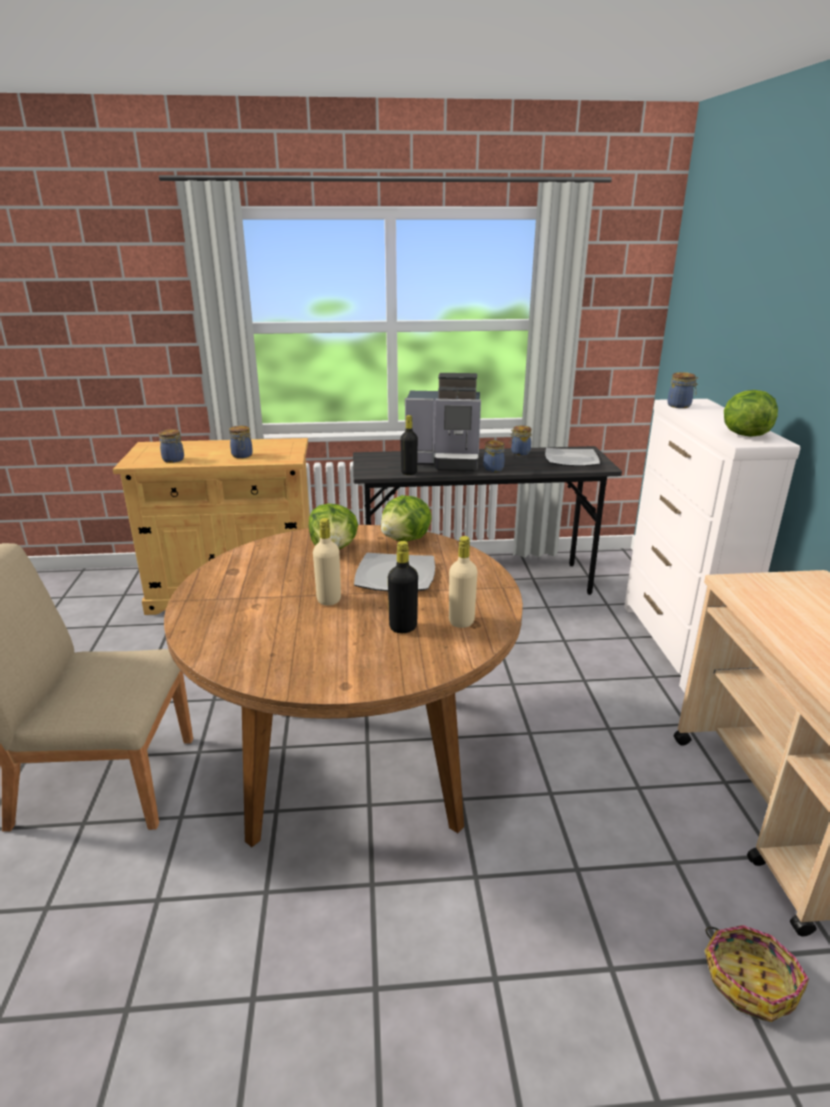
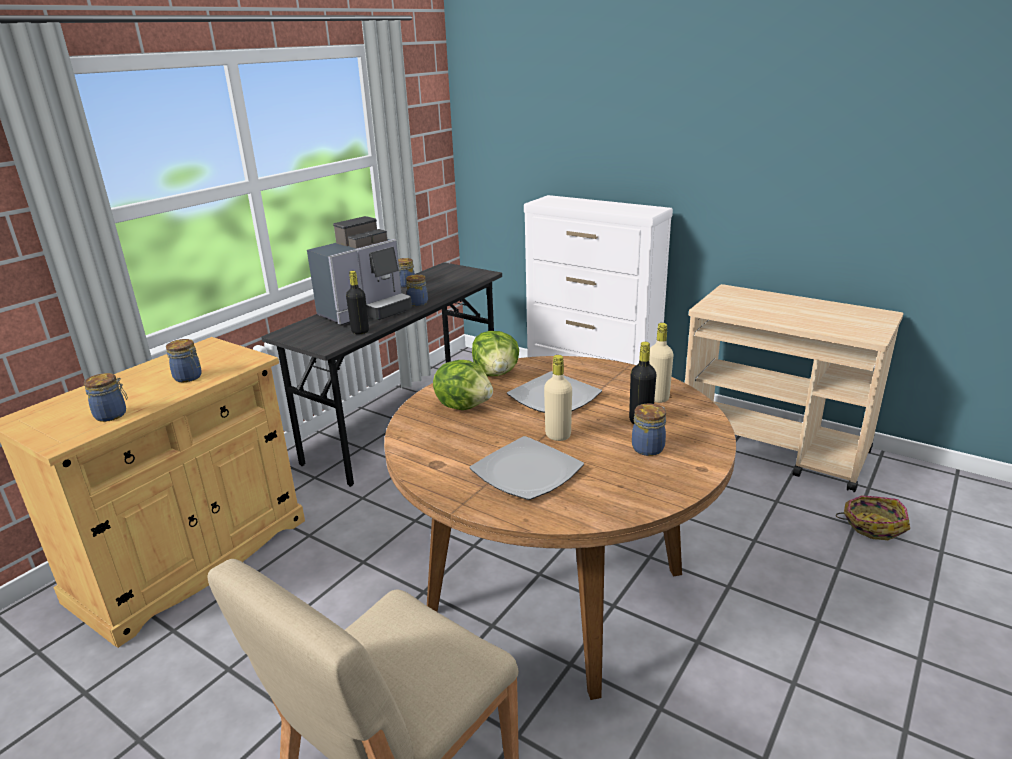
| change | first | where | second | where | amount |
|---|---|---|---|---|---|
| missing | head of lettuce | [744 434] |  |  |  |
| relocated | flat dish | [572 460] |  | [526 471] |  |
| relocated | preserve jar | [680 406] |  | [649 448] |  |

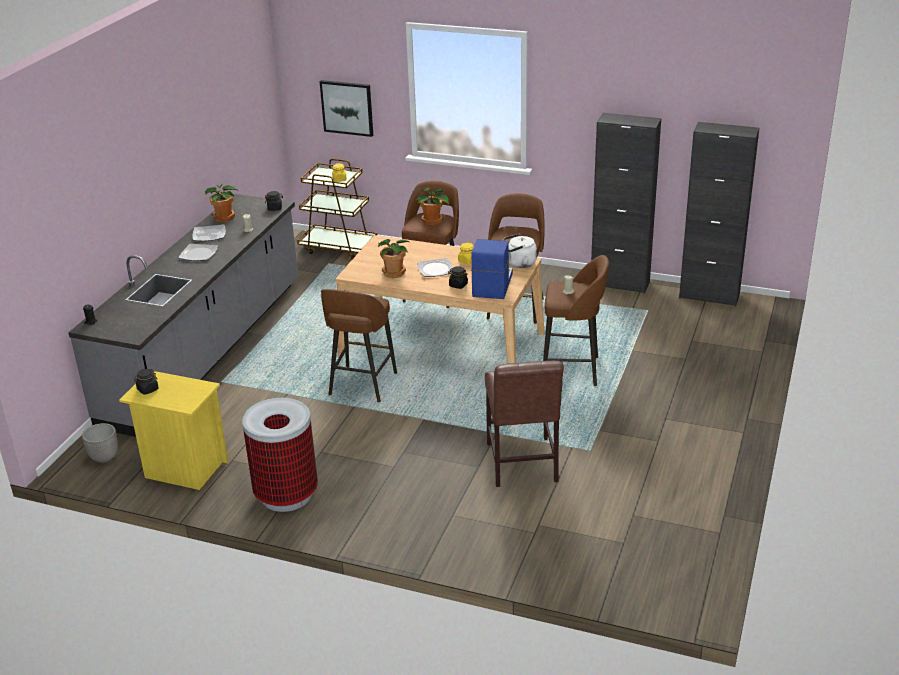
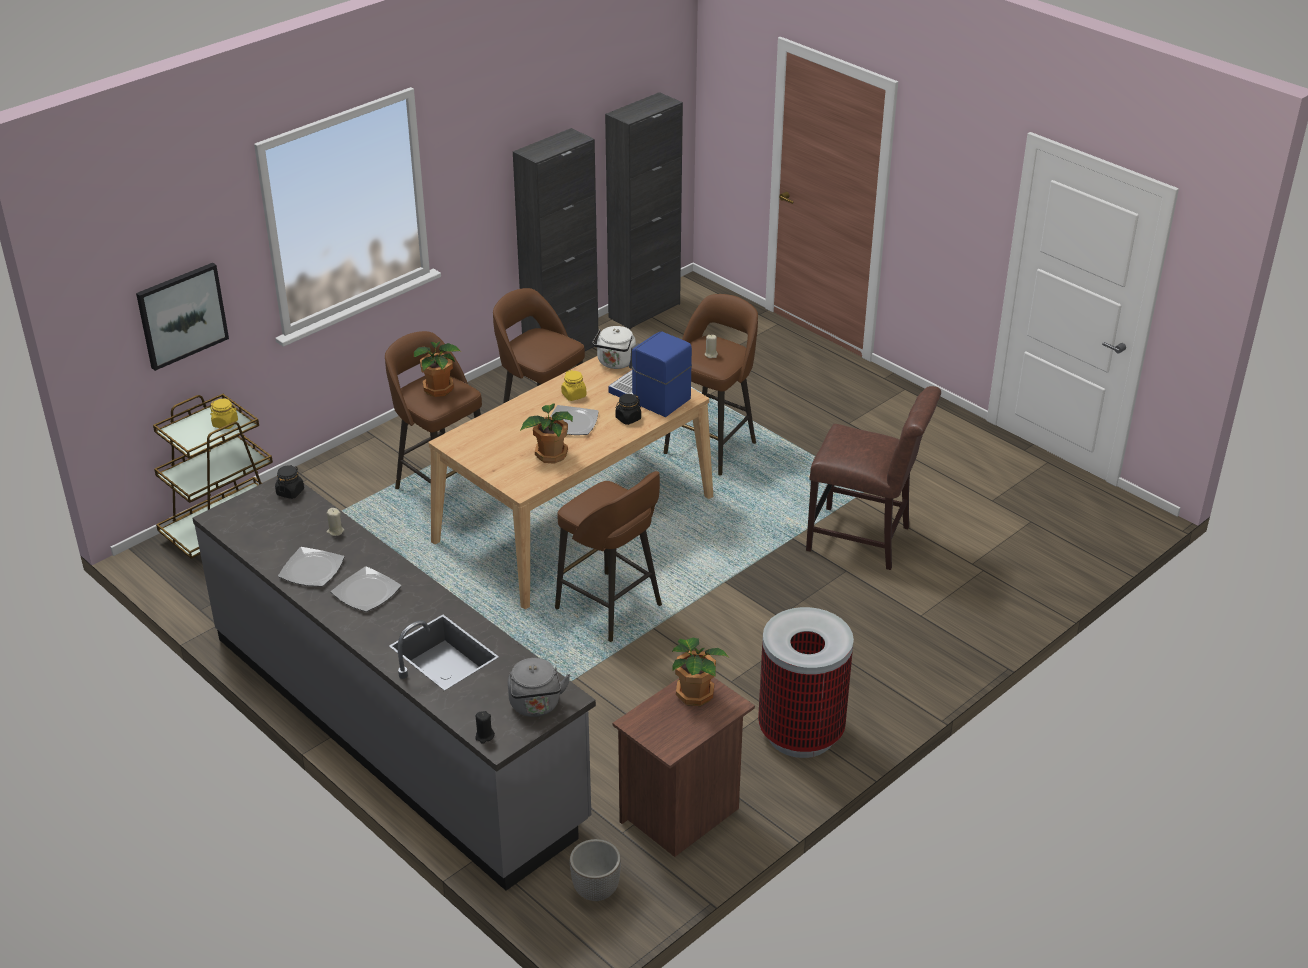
| change | first | where | second | where | amount |
|---|---|---|---|---|---|
| missing | black preserve jar | [147 389] |  |  |  |
| appeared |  |  | gray tea kettle | [536 706] |  |
| relocated | plant in a pot | [225 218] |  | [695 693] |  |
| colour | yellow-coloured bedside table | [183 469] | brownish bedside table | [682 814] |  |

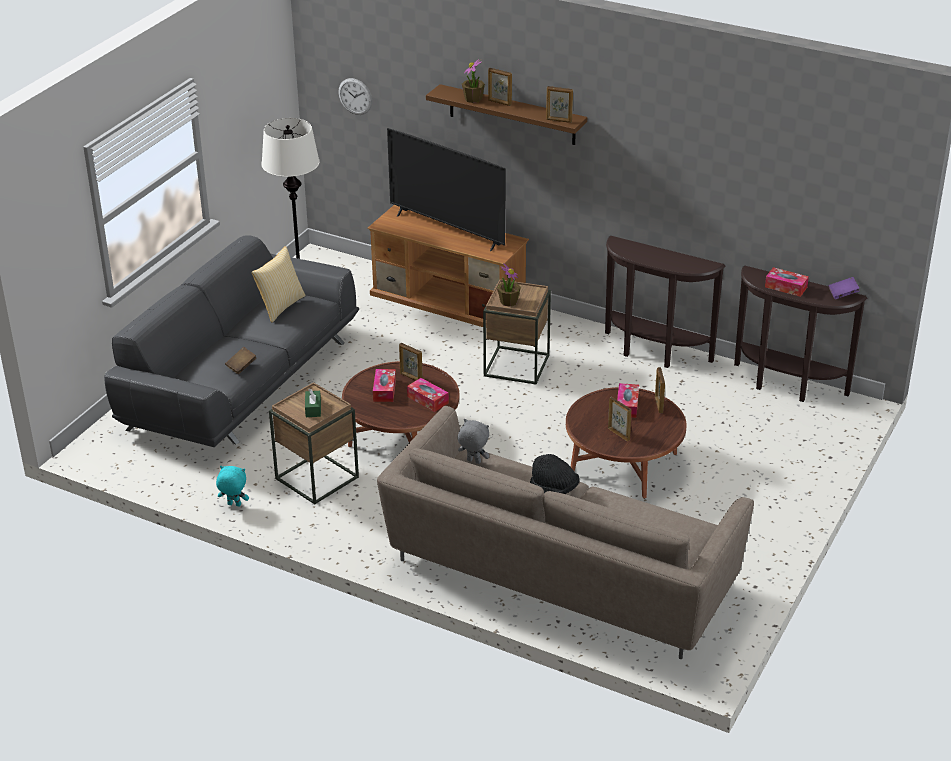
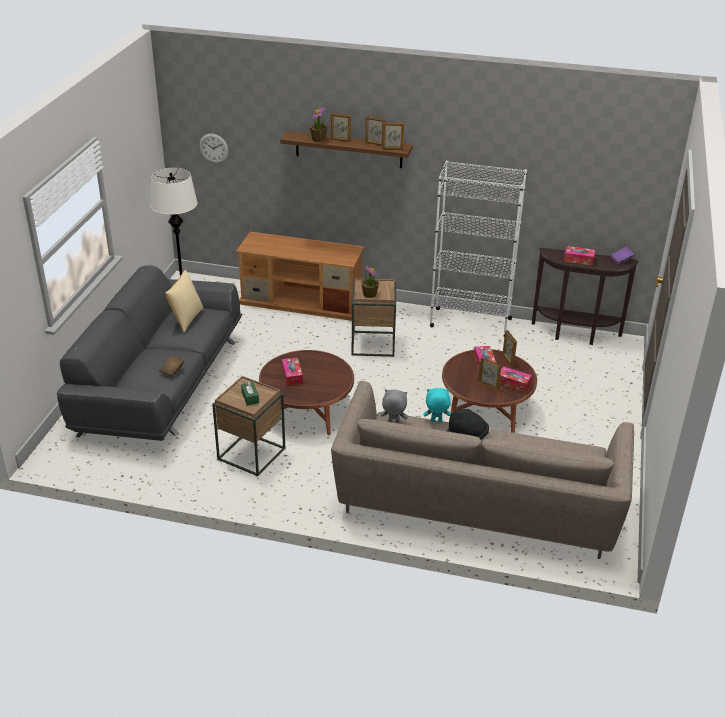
| change | first | where | second | where | amount |
|---|---|---|---|---|---|
| missing | television | [447 230] |  |  |  |
| relocated | blue-green soft toy | [233 505] |  | [436 421] |  |
| relocated | standing frame | [411 377] |  | [374 143] |  |
| relocated | tissue holder | [427 400] |  | [513 383] |  |
| exchanged | brownish narrow table | [653 353] | white bookcase | [470 322] |  |

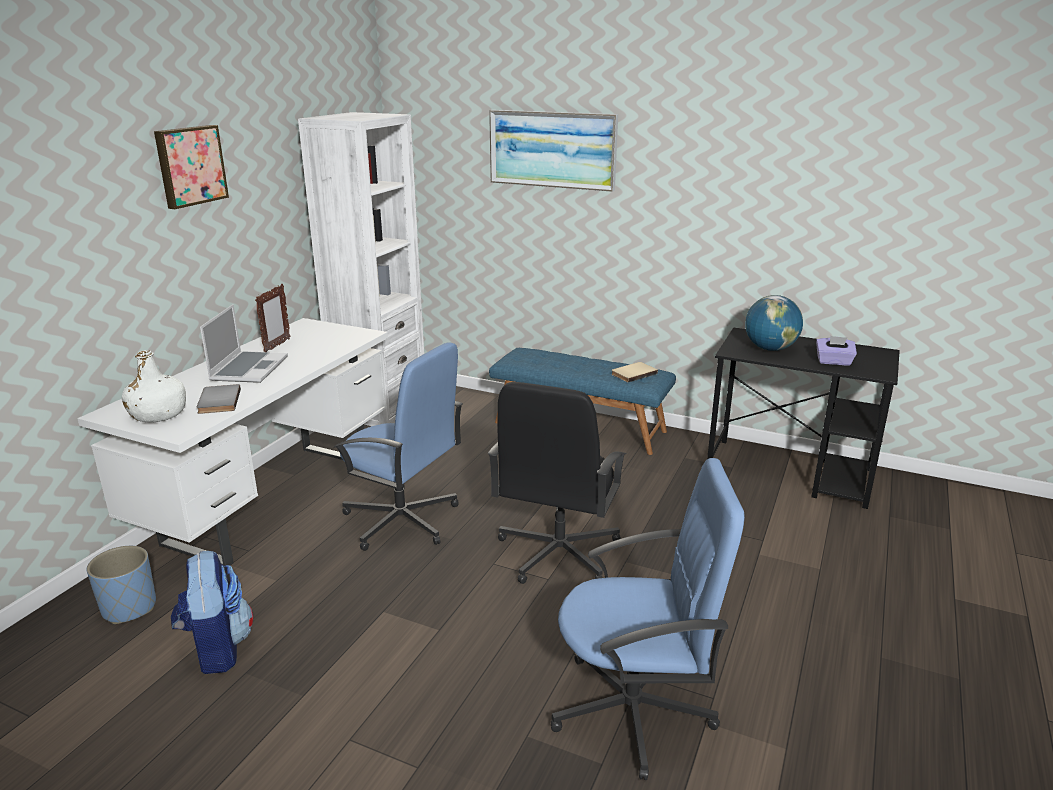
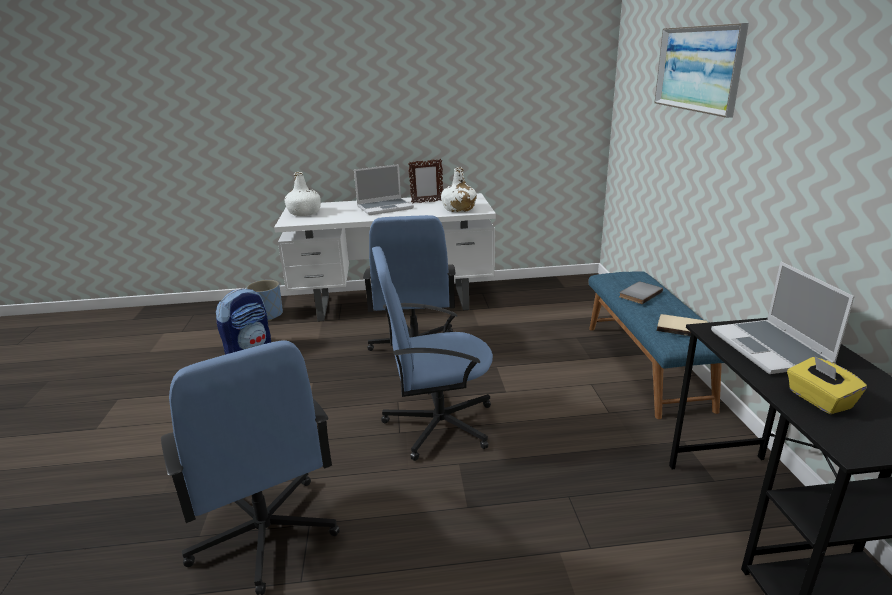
| change | first | where | second | where | amount |
|---|---|---|---|---|---|
| missing | wall art | [190 165] |  |  |  |
| missing | white bookcase | [380 415] |  |  |  |
| appeared |  |  | white beverage bottle | [458 209] |  |
| relocated | gray volume | [217 401] |  | [639 294] |  |
| exchanged | globe | [770 349] | notebook computer | [771 349] |  |
| colour | black desk chair | [557 553] | bluish desk chair | [437 424] |  |
| colour | purplish tissue holder | [833 362] | yellow-coloured tissue holder | [818 400] |  |

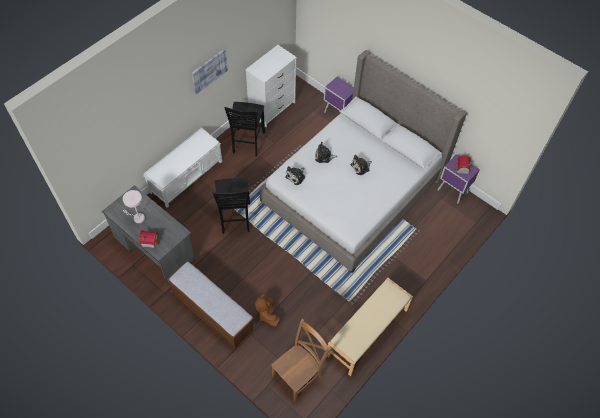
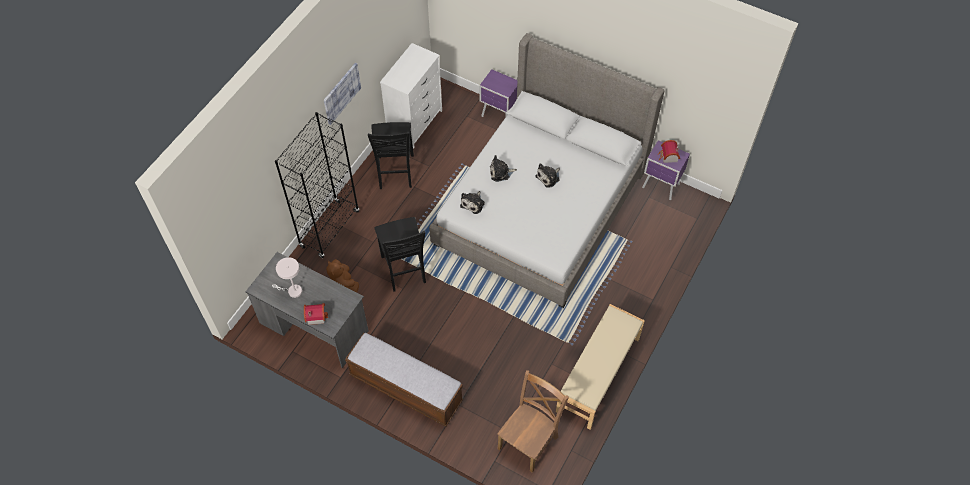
| change | first | where | second | where | amount |
|---|---|---|---|---|---|
| relocated | brownish soft toy | [267 314] |  | [343 282] |  |
| exchanged | white bench | [187 176] | black bookcase | [330 229] |  |

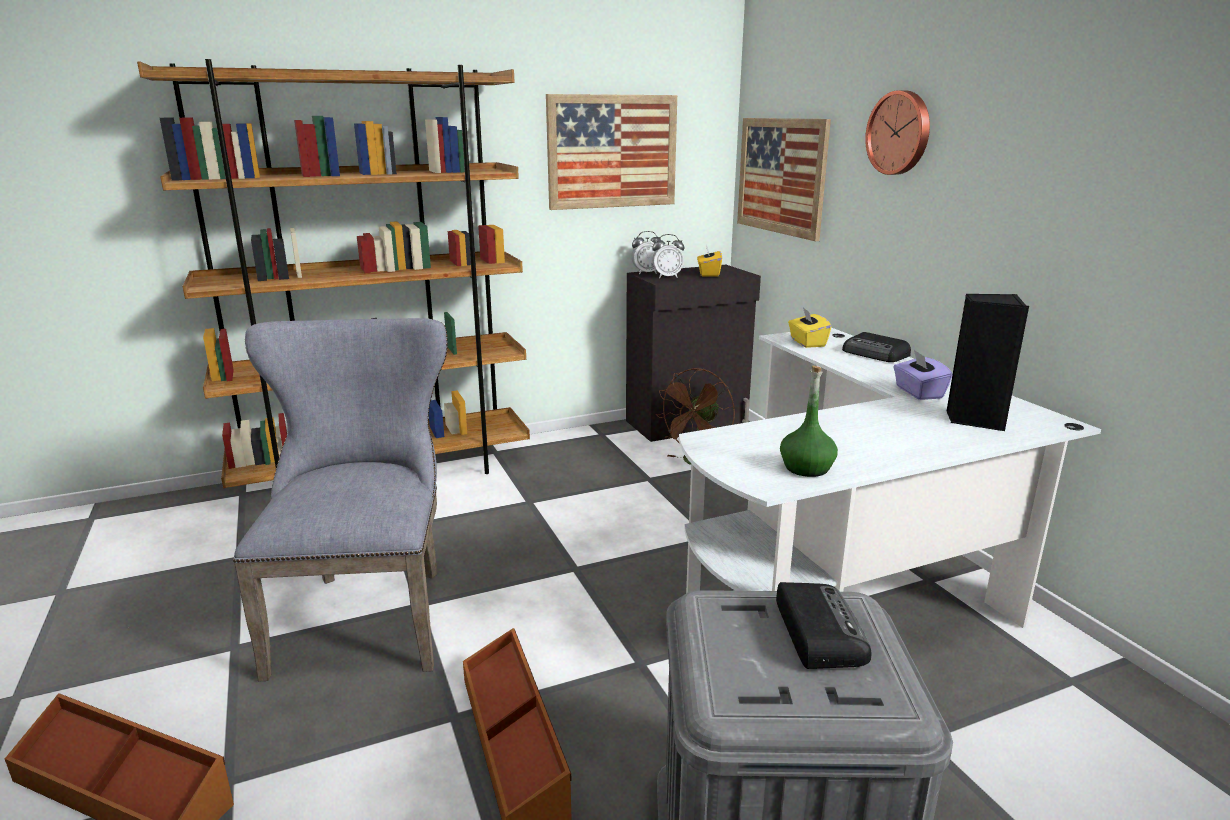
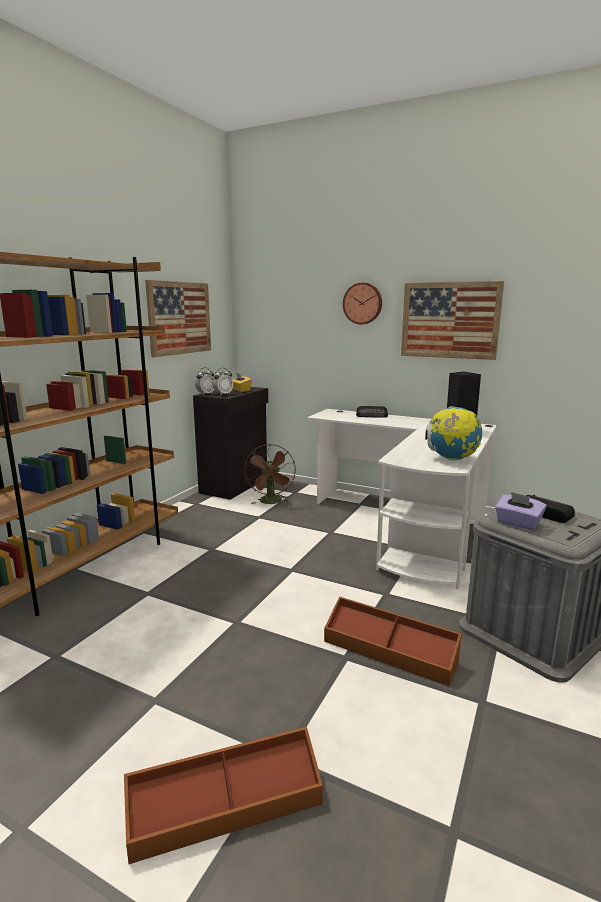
| change | first | where | second | where | amount |
|---|---|---|---|---|---|
| missing | gray plain chair | [367 612] |  |  |  |
| missing | yellow-coloured tissue holder | [807 342] |  |  |  |
| relocated | wall art | [781 176] |  | [449 320] |  |
| relocated | purplish tissue holder | [918 392] |  | [517 523] |  |
| exchanged | green-coloured beverage bottle | [806 468] | globe | [451 459] |  |

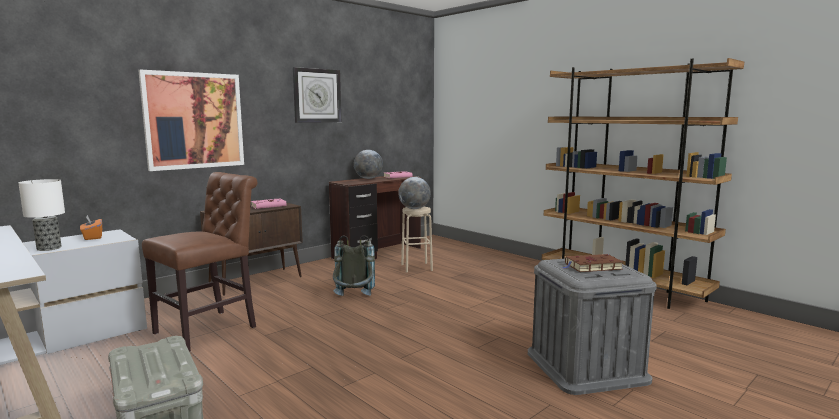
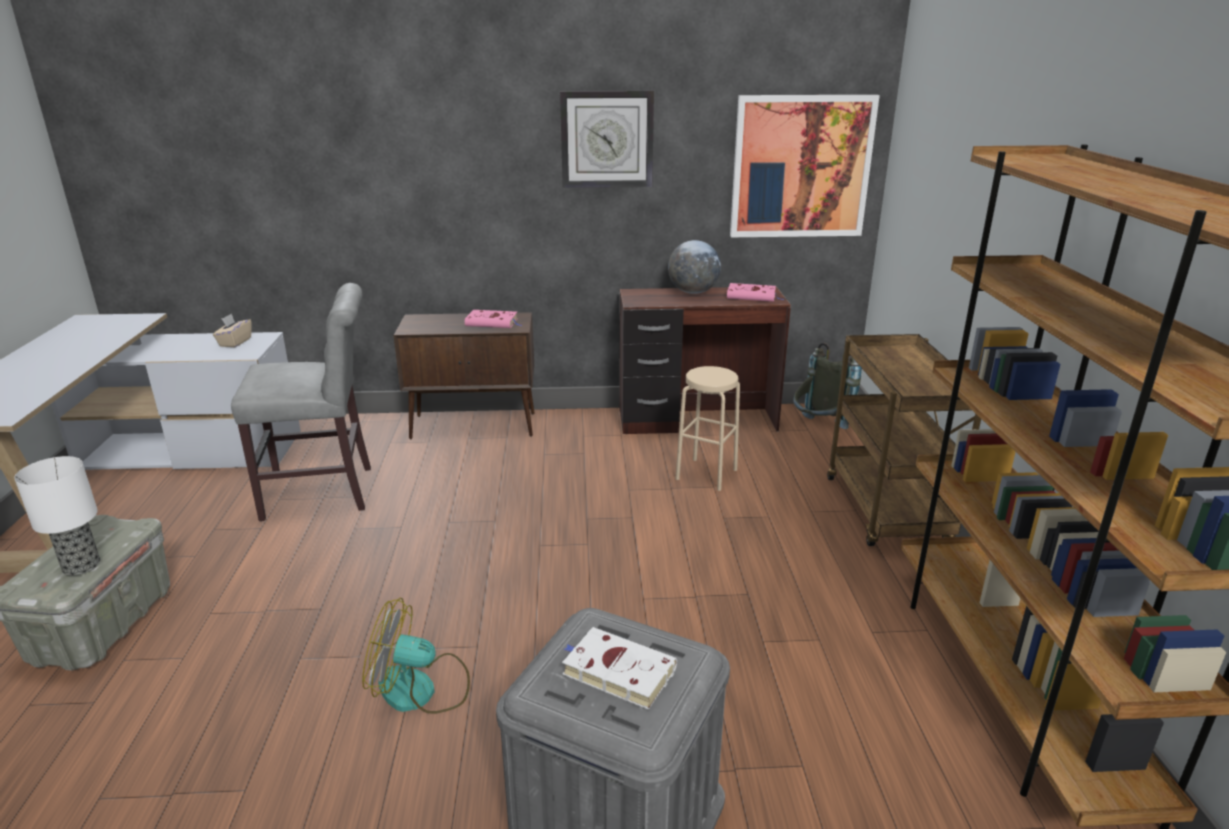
| change | first | where | second | where | amount |
|---|---|---|---|---|---|
| missing | globe | [414 208] |  |  |  |
| appeared |  |  | fan | [421 690] |  |
| appeared |  |  | brownish cart | [888 512] |  |
| relocated | lamp for a table | [50 248] |  | [82 566] |  |
| relocated | wall art | [194 120] |  | [801 167] |  |
| relocated | gray rucksack | [353 300] |  | [819 429] |  |
| colour | orangey tissue holder | [92 237] | beige tissue holder | [235 342] |  |
| colour | brownish plain chair | [210 329] | gray plain chair | [325 493] |  |
| colour | brownish volume | [592 267] | white volume | [616 671] |  |

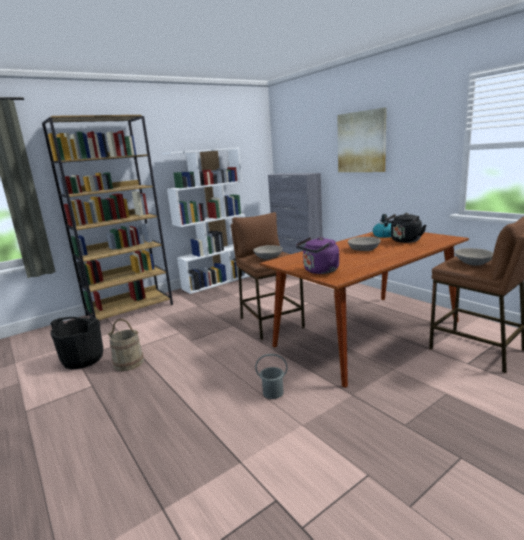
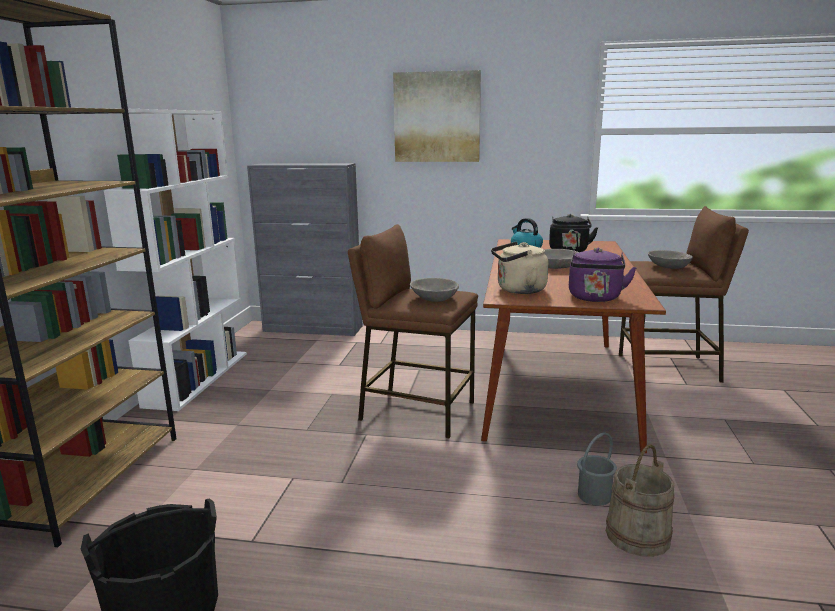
| change | first | where | second | where | amount |
|---|---|---|---|---|---|
| appeared |  |  | beige tea kettle | [518 290] |  |
| relocated | beige pail | [129 363] |  | [637 535] |  |

